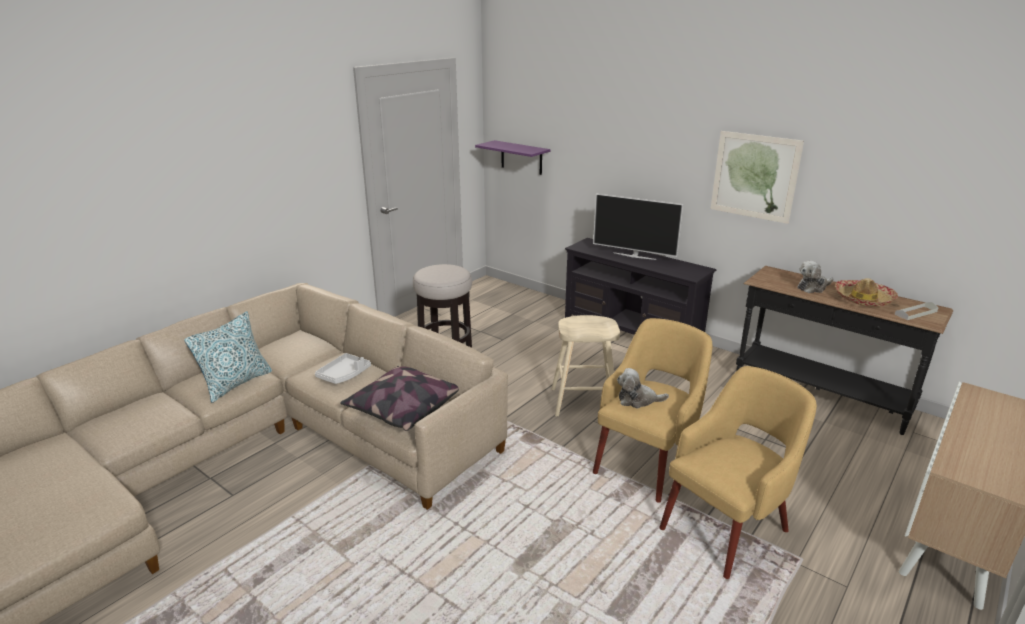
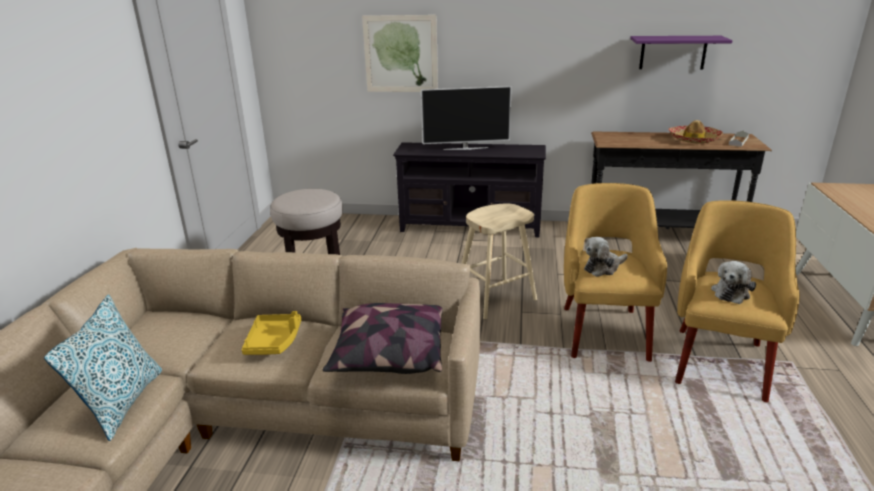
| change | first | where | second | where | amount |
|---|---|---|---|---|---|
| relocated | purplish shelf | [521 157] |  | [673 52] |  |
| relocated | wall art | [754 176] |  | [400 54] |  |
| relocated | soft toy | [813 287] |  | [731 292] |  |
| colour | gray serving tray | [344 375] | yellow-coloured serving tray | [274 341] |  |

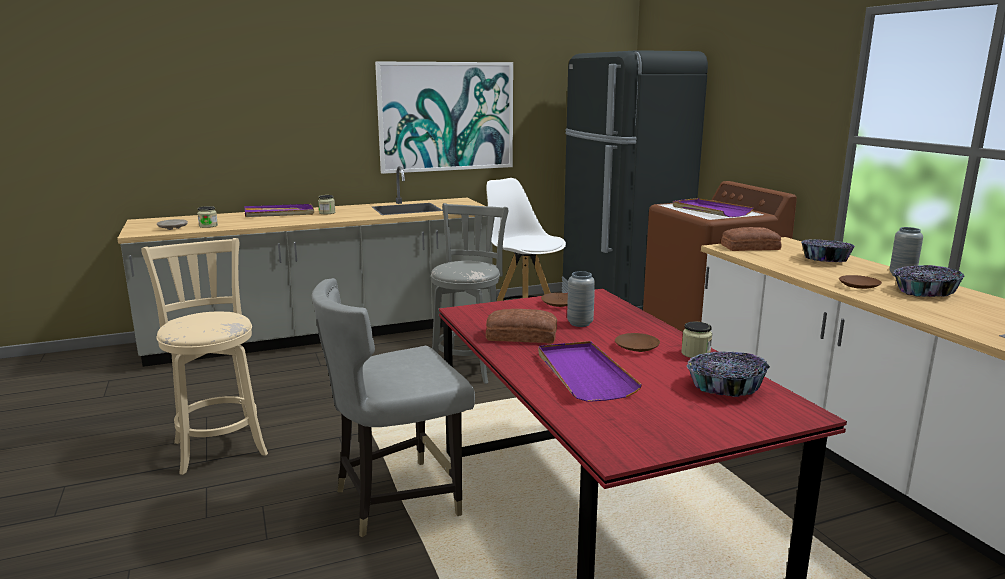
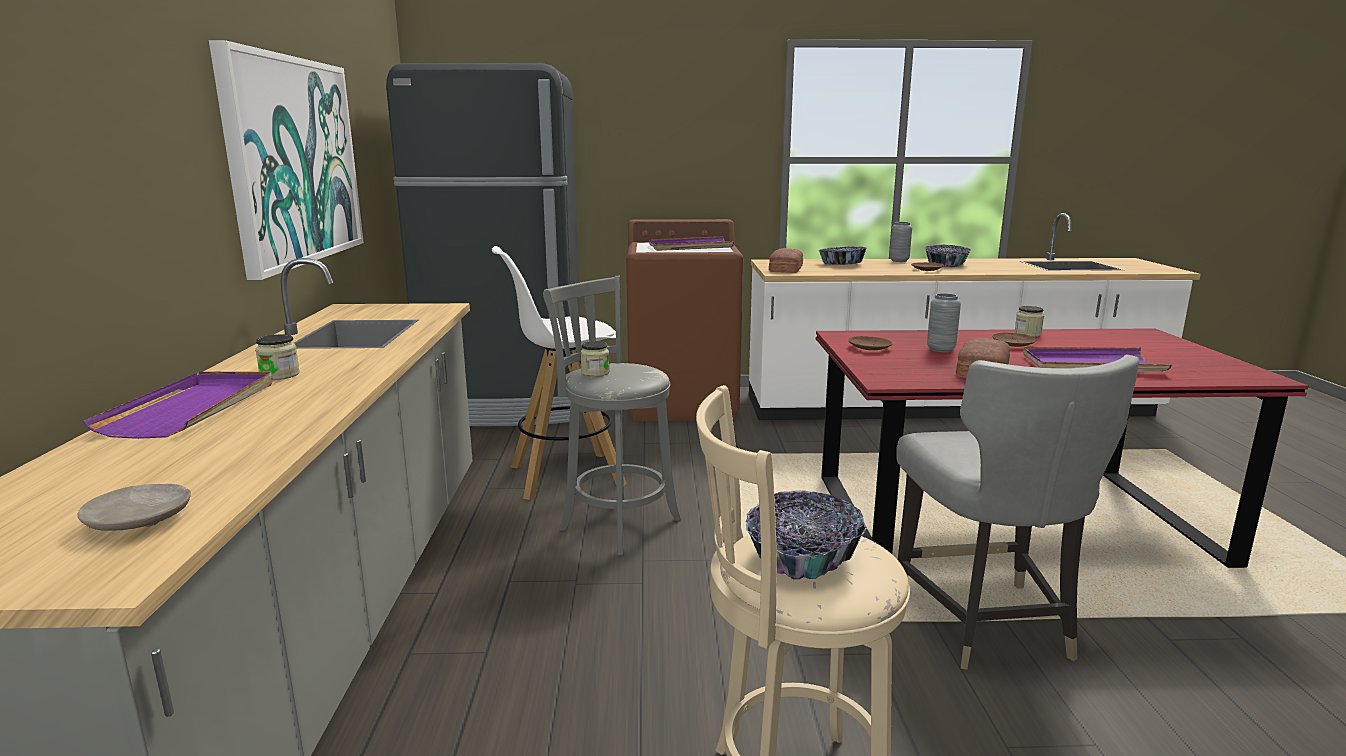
| change | first | where | second | where | amount |
|---|---|---|---|---|---|
| relocated | preserve jar | [208 226] |  | [595 373] |  |
| relocated | bowl | [725 387] |  | [802 555] |  |

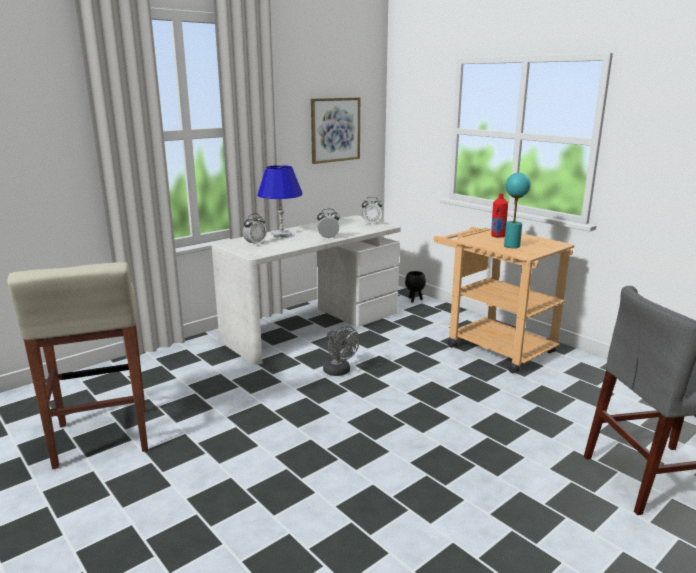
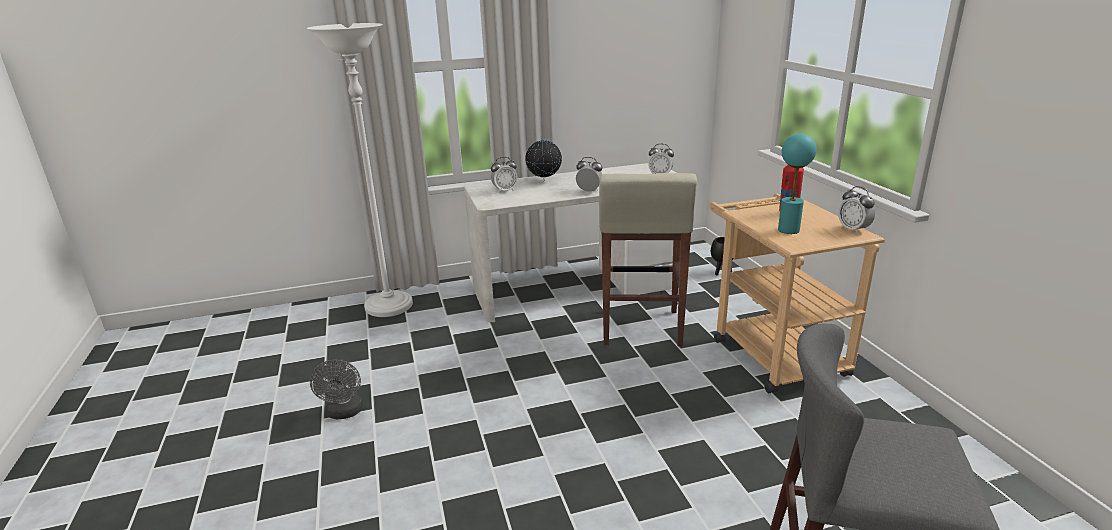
| change | first | where | second | where | amount |
|---|---|---|---|---|---|
| missing | wall art | [335 130] |  |  |  |
| appeared |  |  | white standard lamp | [389 307] |  |
| appeared |  |  | alarm clock | [853 229] |  |
| relocated | beige stool | [102 439] |  | [641 328] |  |
| relocated | gray fan | [339 372] |  | [344 413] |  |
| exchanged | bluish lamp for a table | [281 235] | globe | [544 181] |  |

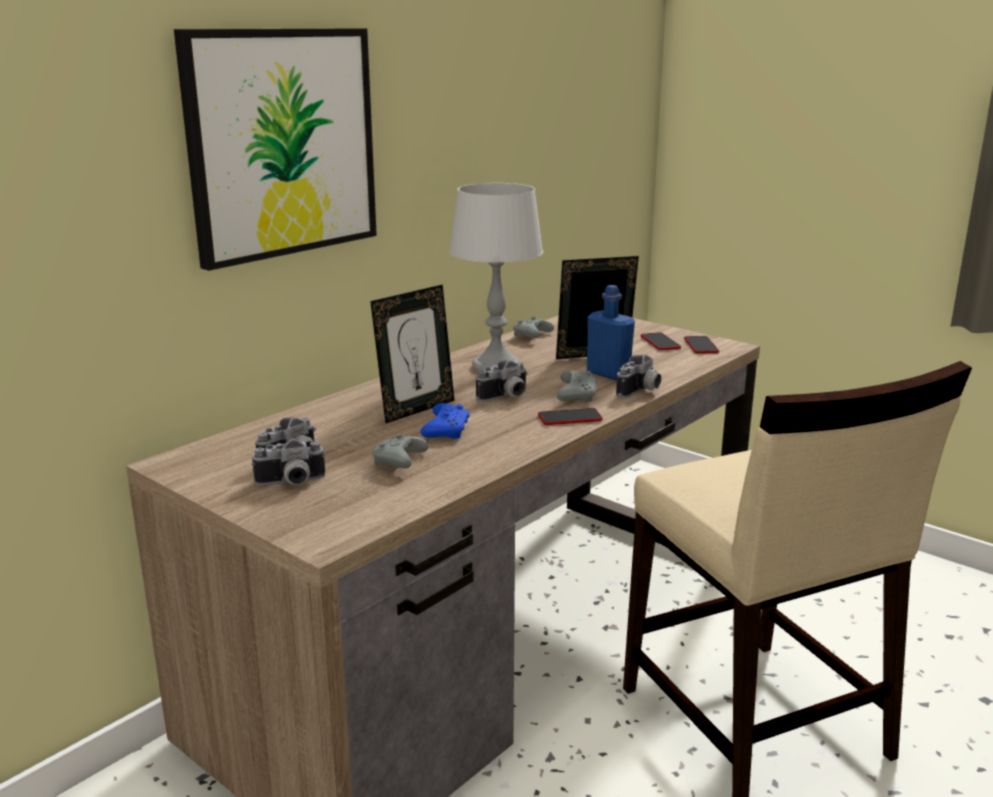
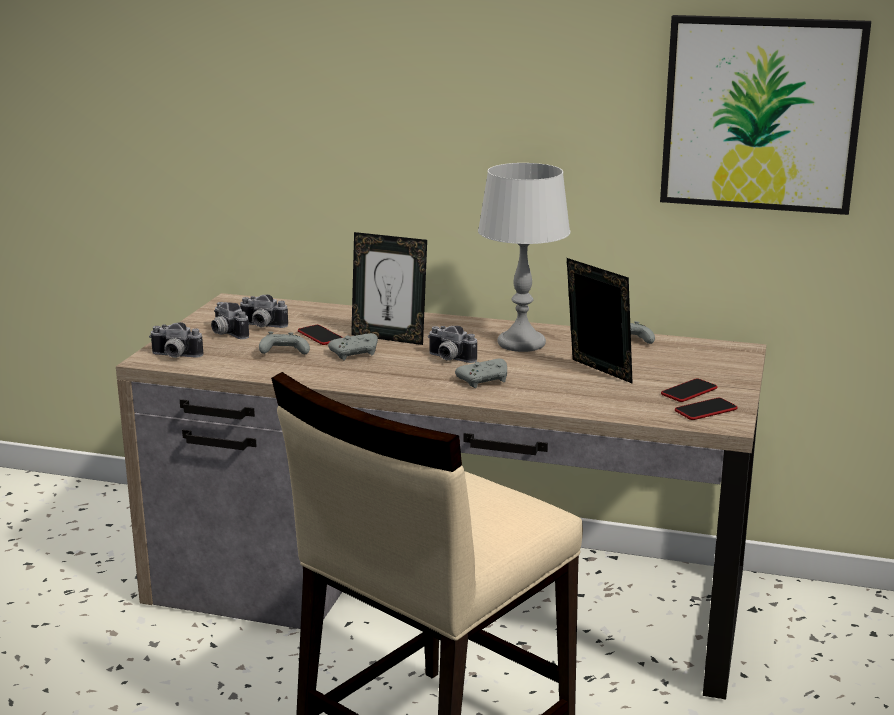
| change | first | where | second | where | amount |
|---|---|---|---|---|---|
| missing | bluish beverage bottle | [608 373] |  |  |  |
| relocated | wall art | [282 143] |  | [761 114] |  |
| relocated | handset | [570 418] |  | [320 336] |  |
| relocated | still camera | [641 391] |  | [174 356] |  |
| colour | bluish joypad | [446 430] | gray joypad | [356 354] |  |

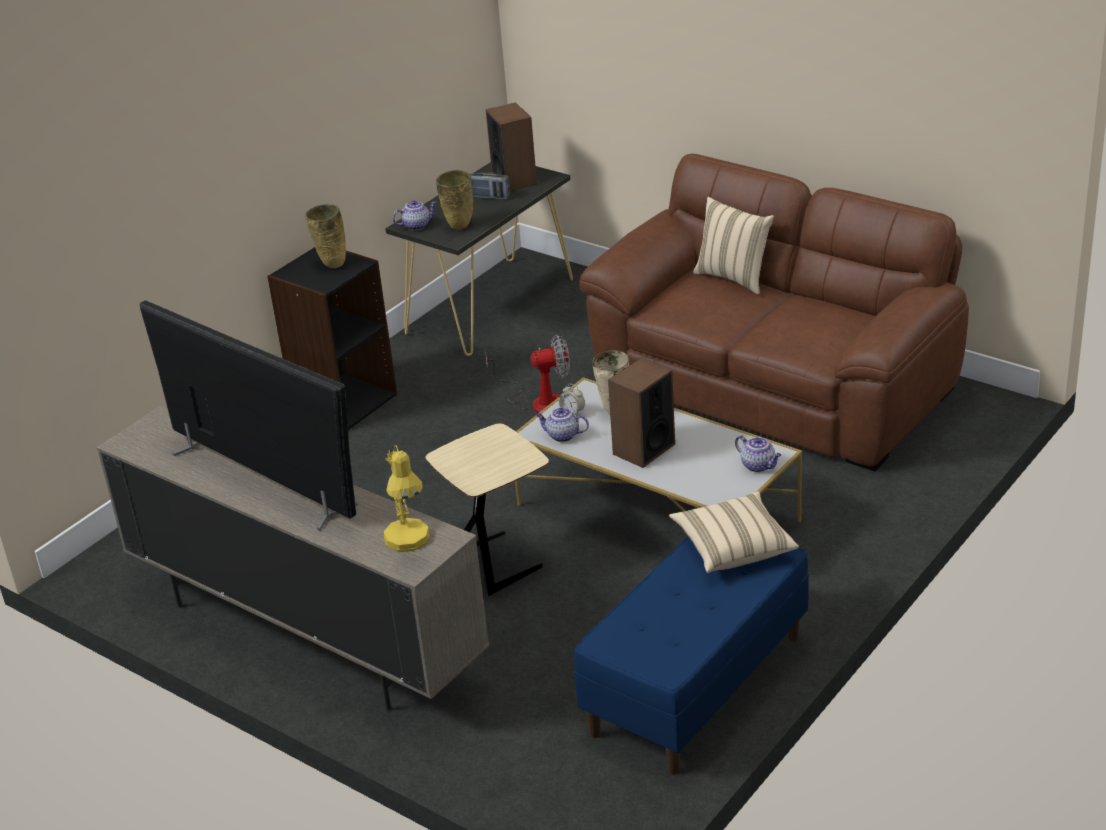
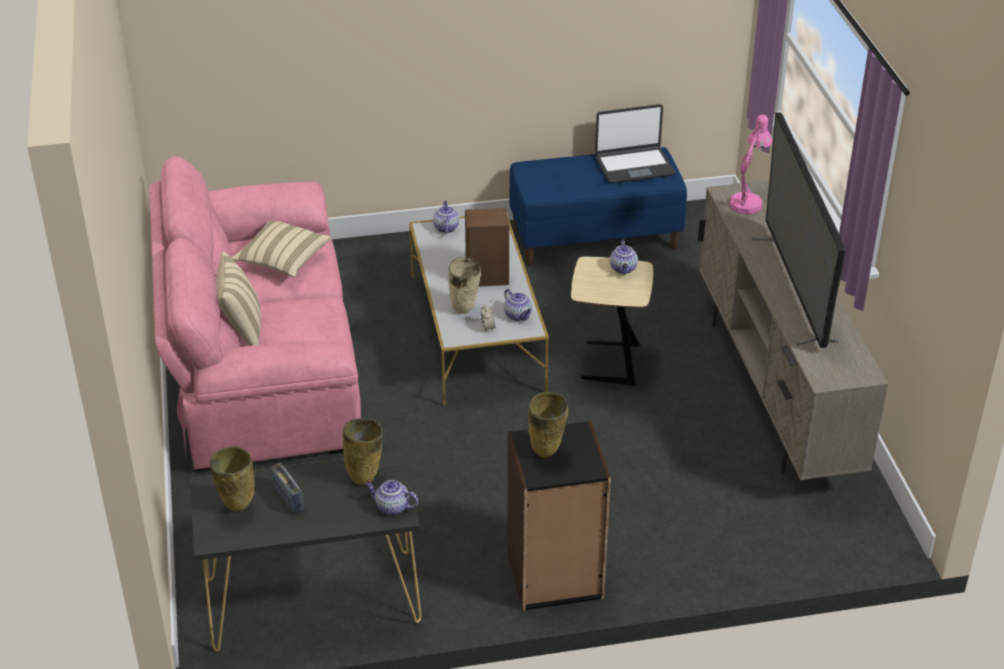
| change | first | where | second | where | amount |
|---|---|---|---|---|---|
| missing | fan | [540 401] |  |  |  |
| appeared |  |  | notebook computer | [634 166] |  |
| appeared |  |  | teapot | [623 269] |  |
| relocated | beige throw pillow | [733 547] |  | [282 260] |  |
| exchanged | loudspeaker | [514 180] | beige flower vase | [236 507] |  |
| colour | yellow-coloured lamp for a table | [409 544] | pink lamp for a table | [748 201] |  |
| colour | brownish couch | [776 383] | pink couch | [261 368] |  |

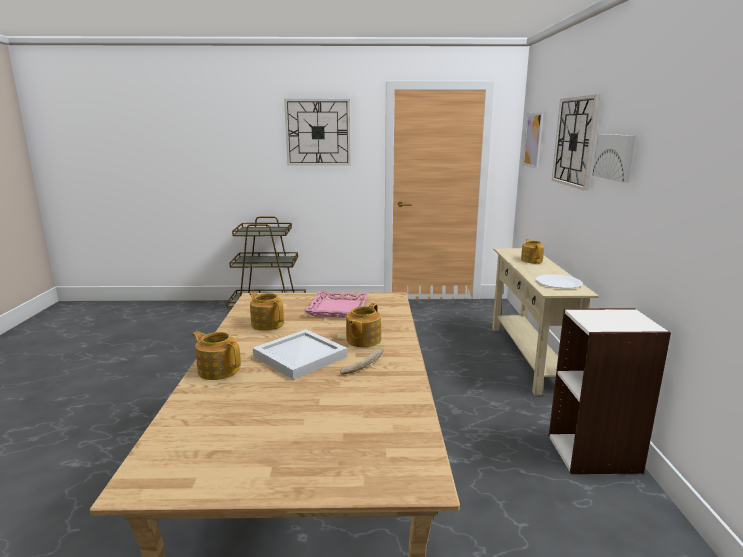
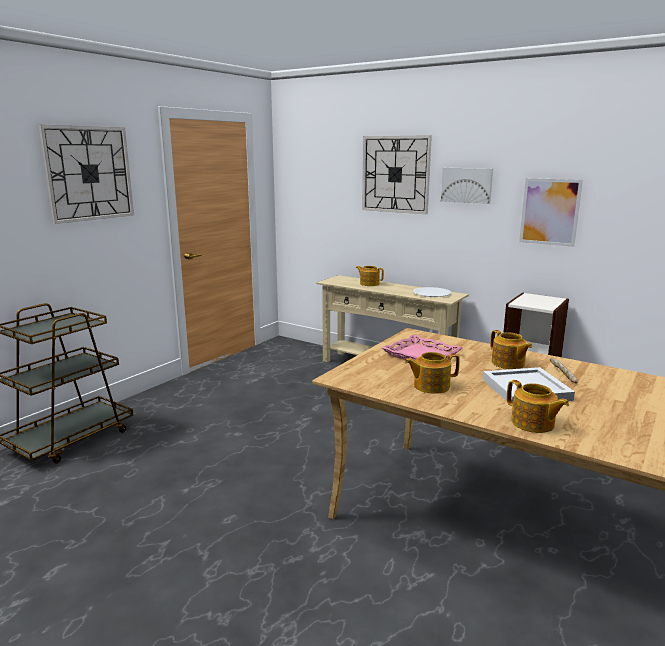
| change | first | where | second | where | amount |
|---|---|---|---|---|---|
| relocated | wall art | [533 140] |  | [549 212] |  |
| spun | teapot | [218 370] |  | [533 423] | 105 degrees counterclockwise |

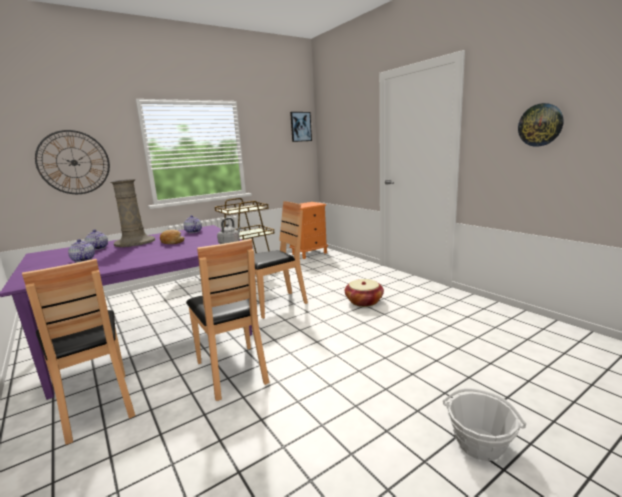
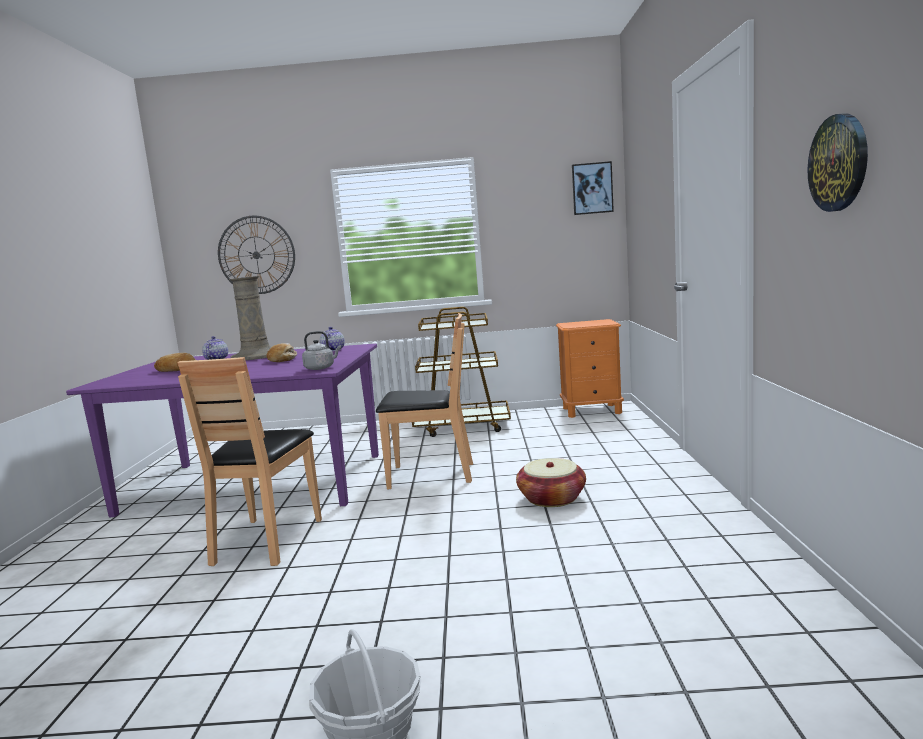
| change | first | where | second | where | amount |
|---|---|---|---|---|---|
| missing | brownish plain chair | [97 405] |  |  |  |
| exchanged | teapot | [83 260] | bakery bread | [177 370] |  |

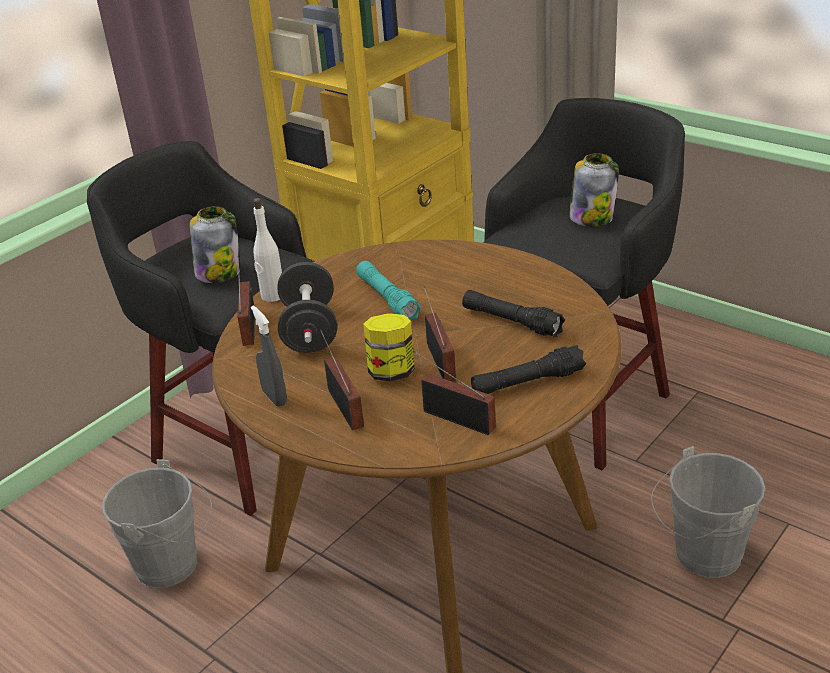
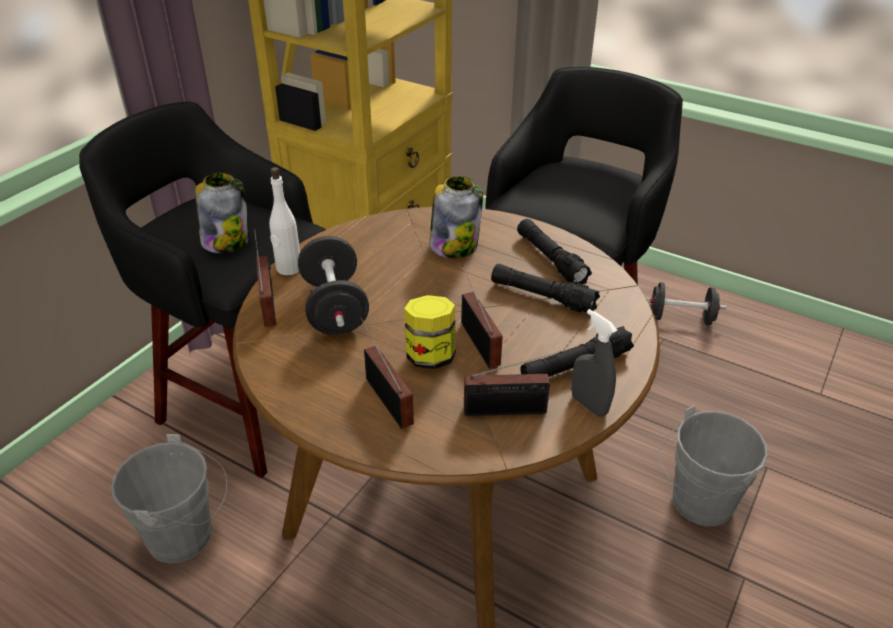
| change | first | where | second | where | amount |
|---|---|---|---|---|---|
| missing | blue-green hand torch | [387 299] |  |  |  |
| appeared |  |  | black hand torch | [550 259] |  |
| appeared |  |  | black dumbbell | [681 318] |  |
| relocated | gray hand sprayer | [275 397] |  | [589 405] |  |
| relocated | preserve jar | [592 217] |  | [454 245] |  |
| spun | radio receiver | [455 418] |  | [509 410] | 150 degrees clockwise |

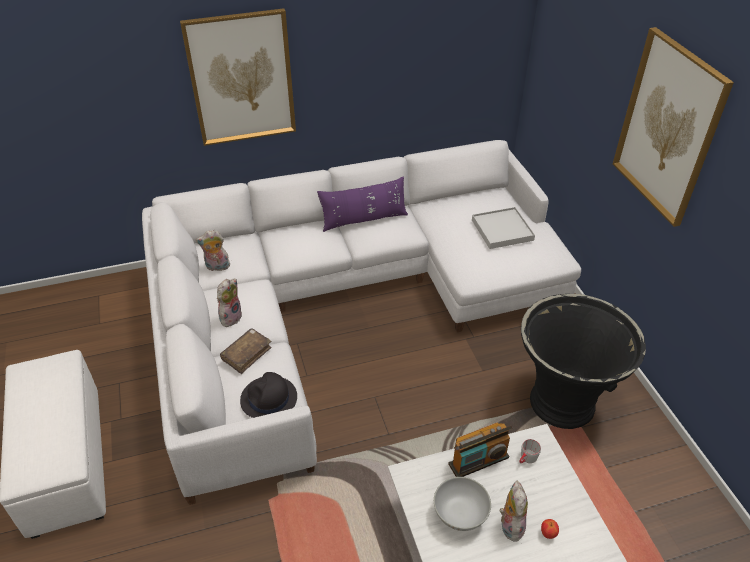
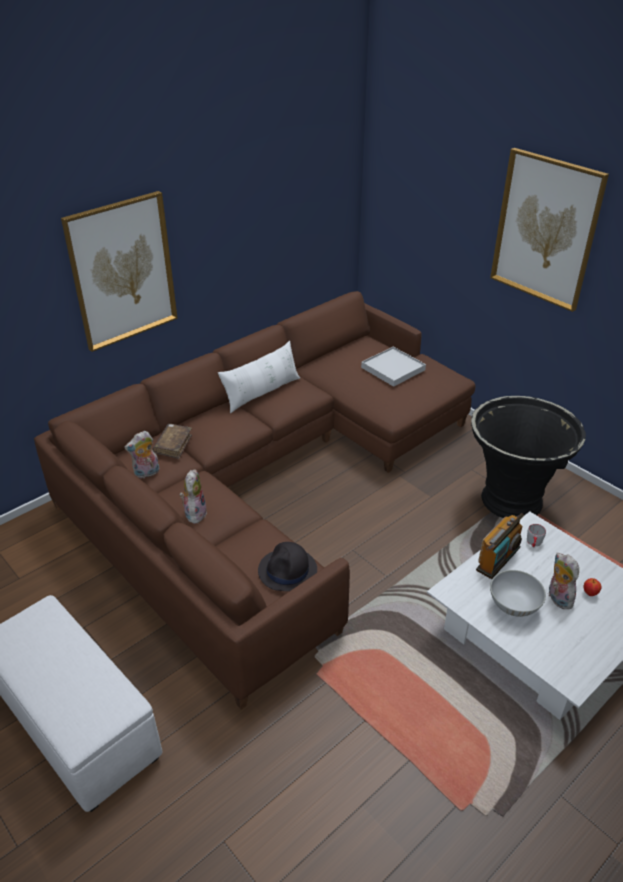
| change | first | where | second | where | amount |
|---|---|---|---|---|---|
| relocated | brownish volume | [246 354] |  | [173 445] |  |
| colour | white couch | [342 303] | brownish couch | [267 480] |  |
| colour | purplish throw pillow | [364 219] | white throw pillow | [262 393] |  |

